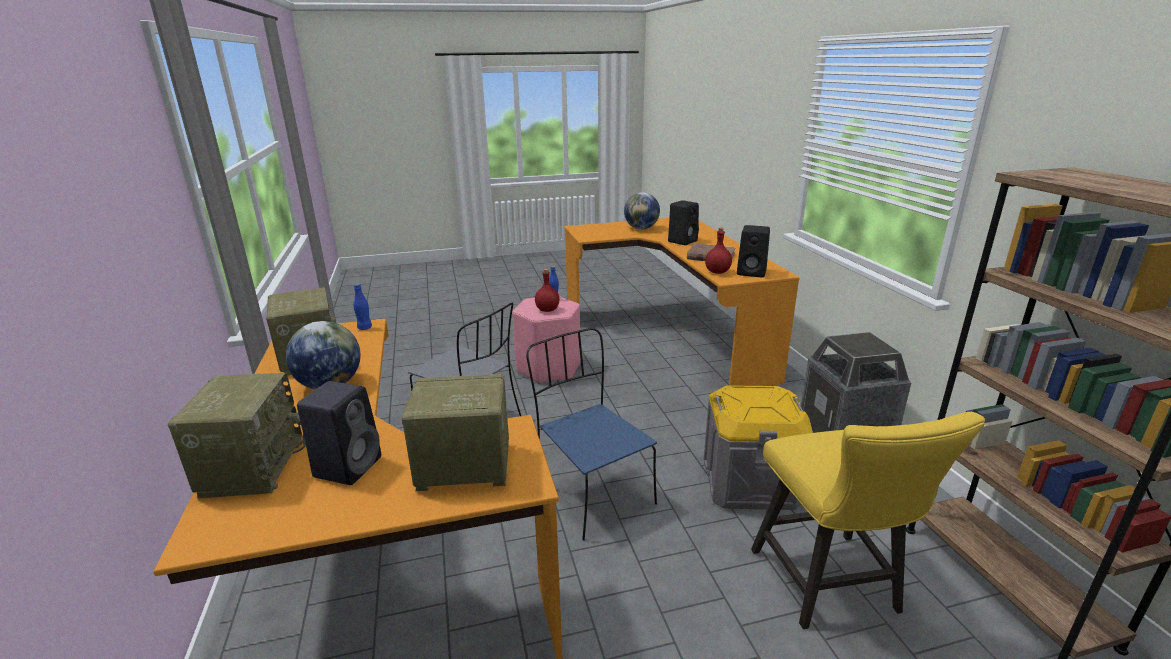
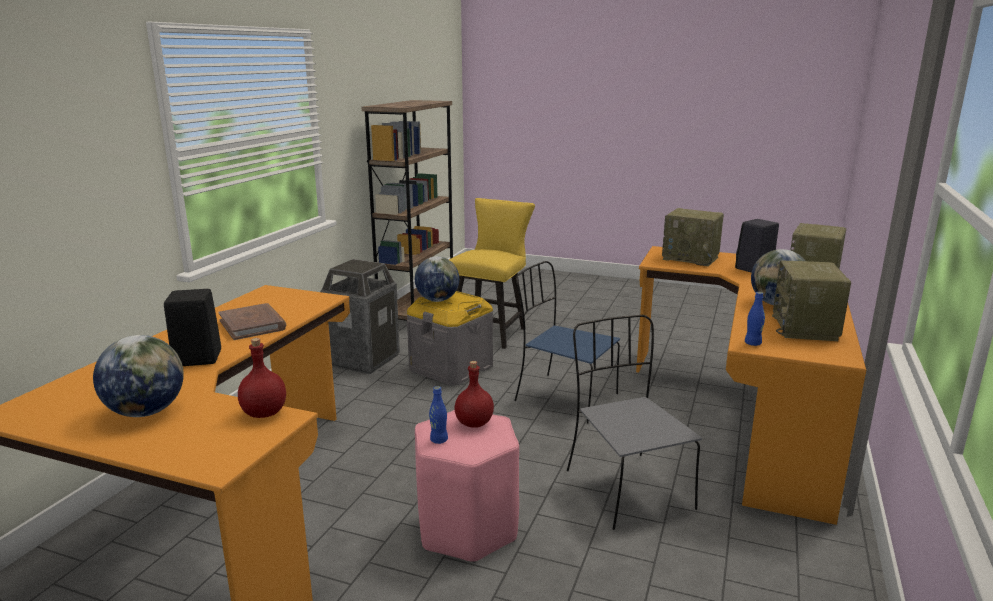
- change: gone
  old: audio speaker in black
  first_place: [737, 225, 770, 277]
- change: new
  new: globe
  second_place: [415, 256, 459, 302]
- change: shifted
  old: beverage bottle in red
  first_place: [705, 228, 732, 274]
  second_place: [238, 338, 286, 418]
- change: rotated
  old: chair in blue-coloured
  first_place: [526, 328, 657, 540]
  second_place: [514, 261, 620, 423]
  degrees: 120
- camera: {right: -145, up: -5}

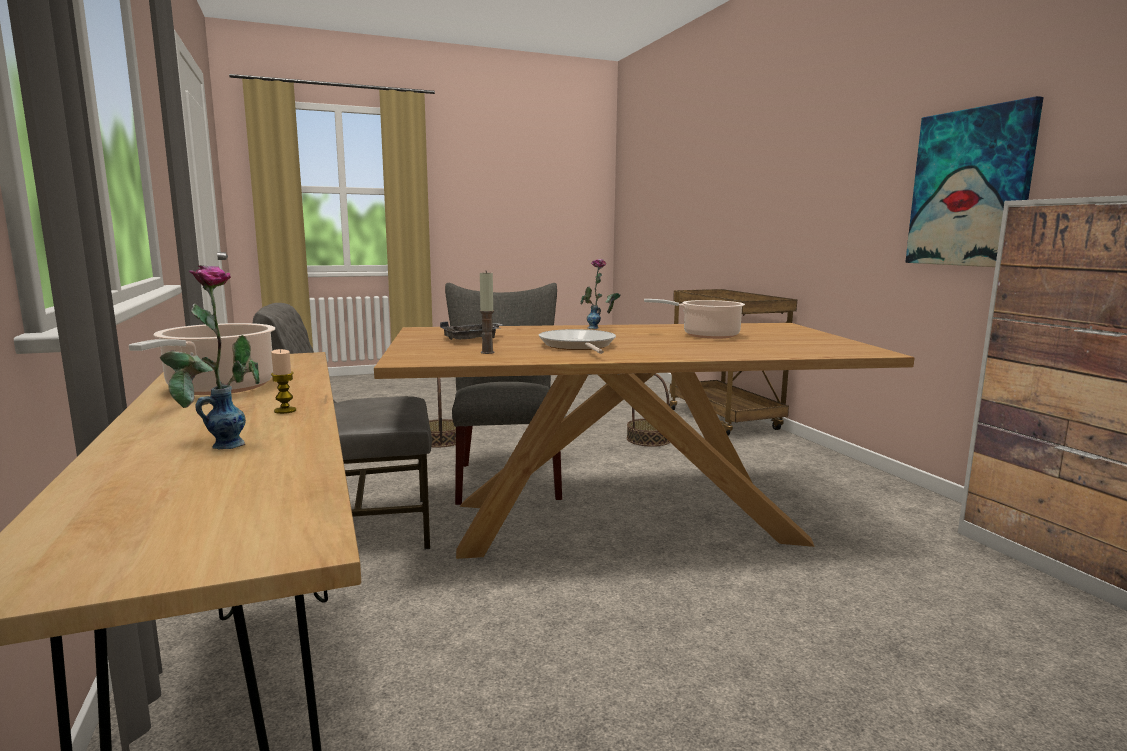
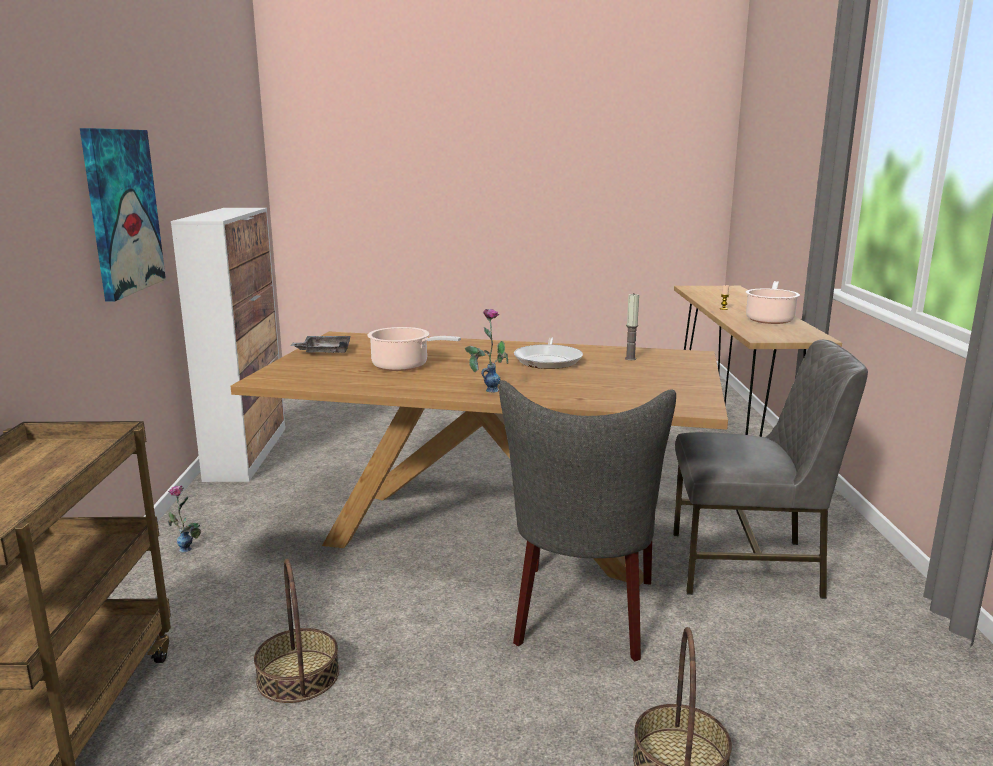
- change: shifted
  old: flower vase
  first_place: [160, 265, 260, 450]
  second_place: [168, 485, 201, 552]
- change: shifted
  old: tray in grey
  first_place: [440, 322, 502, 340]
  second_place: [291, 336, 351, 353]
- camera: {right: -160, up: 5}

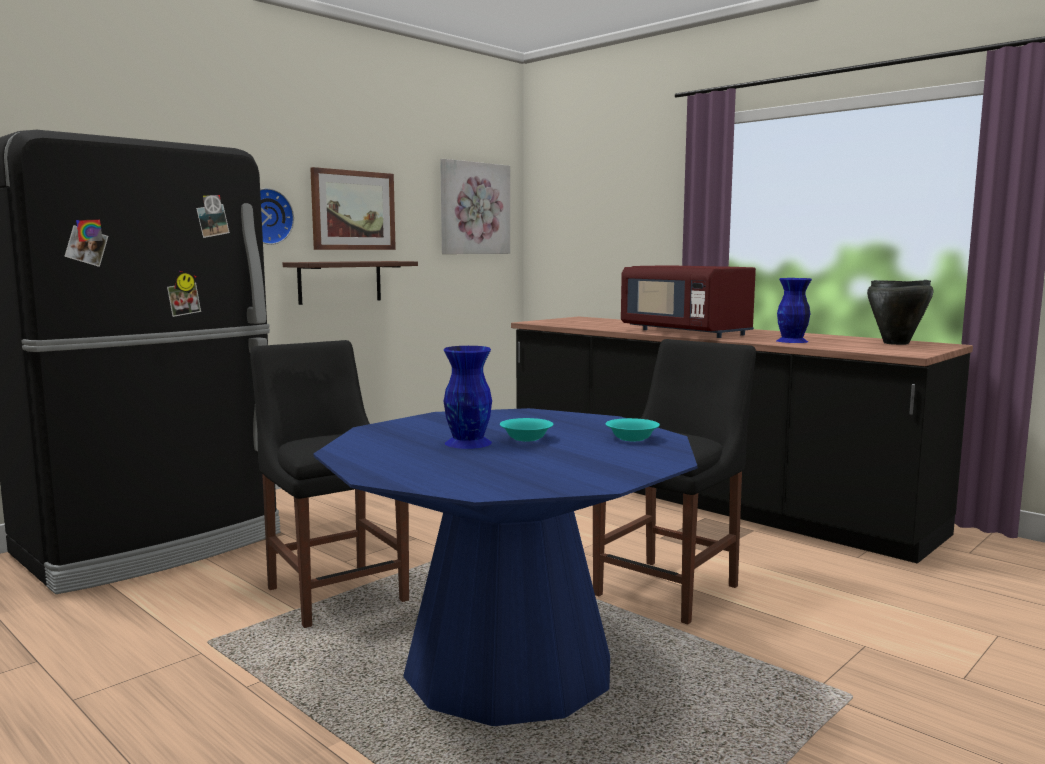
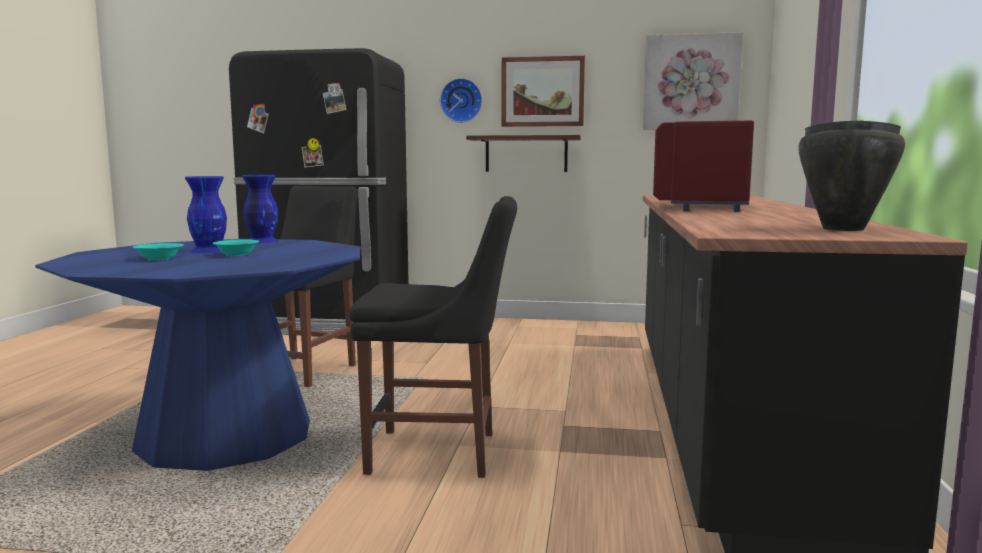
- change: shifted
  old: serving bowl in blue-green
  first_place: [606, 418, 660, 441]
  second_place: [133, 243, 184, 260]
- change: shifted
  old: flower vase in blue-coloured
  first_place: [776, 278, 812, 343]
  second_place: [242, 175, 279, 243]
- camera: {right: 55, up: 0}

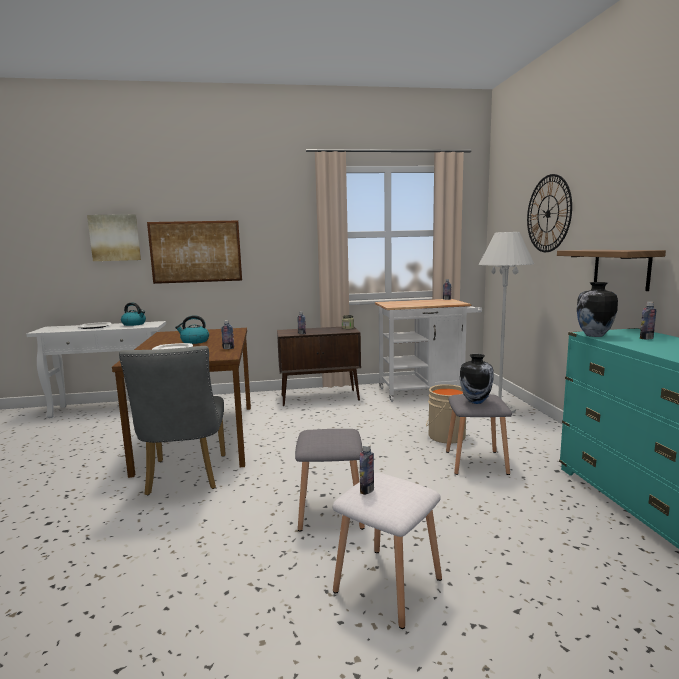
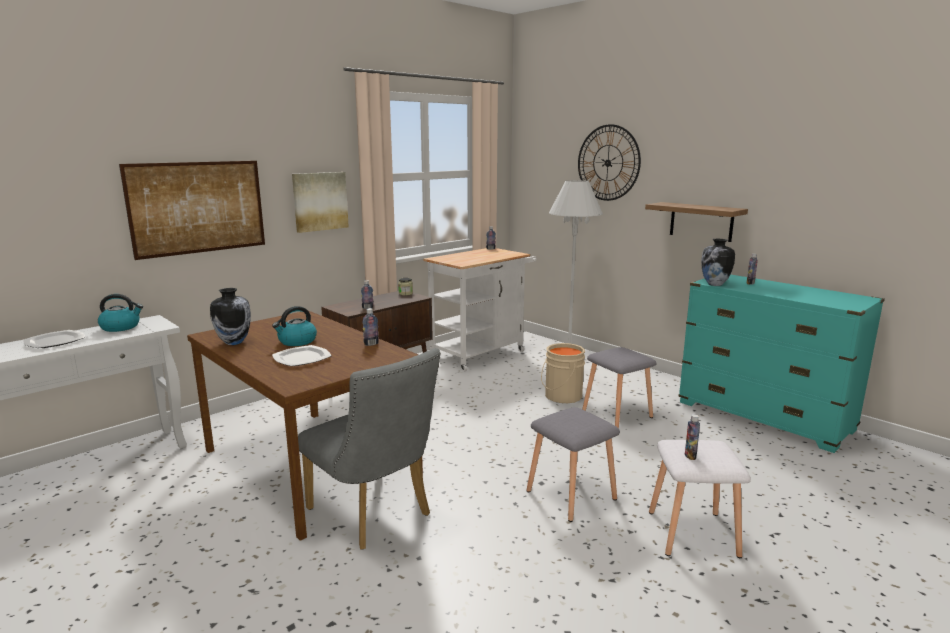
- change: shifted
  old: wall picture
  first_place: [87, 214, 141, 261]
  second_place: [292, 172, 349, 233]
- change: shifted
  old: flower vase
  first_place: [460, 354, 493, 404]
  second_place: [210, 288, 251, 345]
- camera: {right: -35, up: 5}

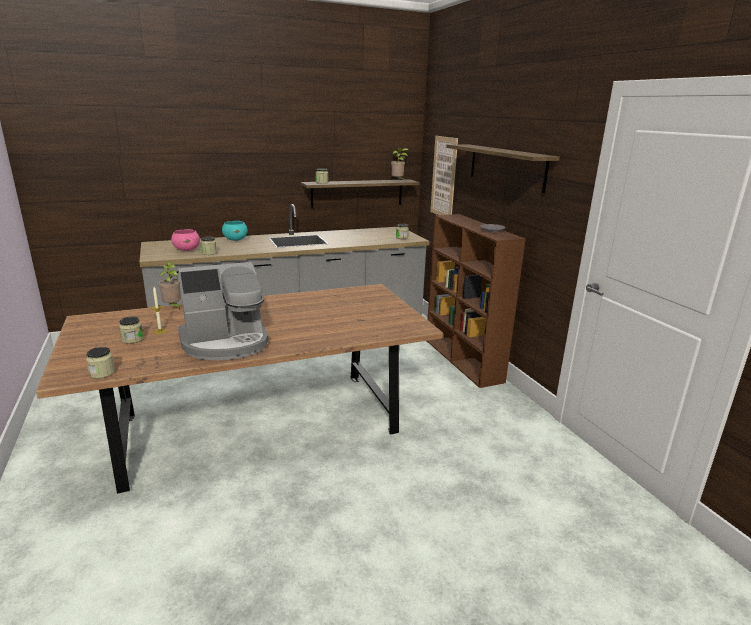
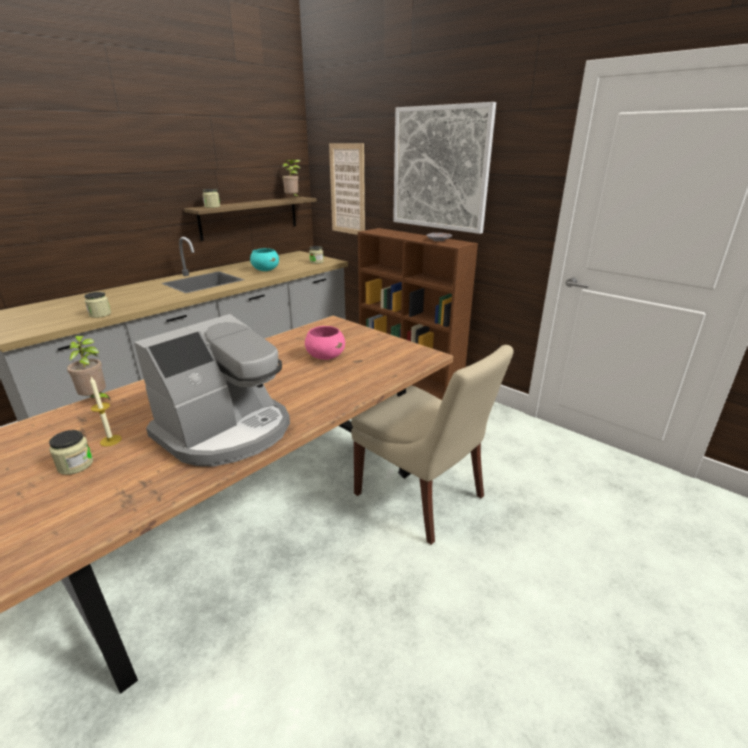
- change: gone
  old: preserve jar
  first_place: [86, 347, 115, 378]
- change: new
  new: chair in beige-coloured
  second_place: [351, 345, 514, 545]
- change: shifted
  old: serving bowl in pink
  first_place: [171, 229, 200, 251]
  second_place: [305, 326, 345, 360]
- change: shifted
  old: serving bowl in blue-green
  first_place: [222, 221, 248, 241]
  second_place: [250, 248, 279, 271]
- change: swapped
  old: bracket shelf
  new: wall picture
  first_place: [446, 144, 560, 193]
  second_place: [393, 102, 496, 234]
- camera: {right: -25, up: 5}

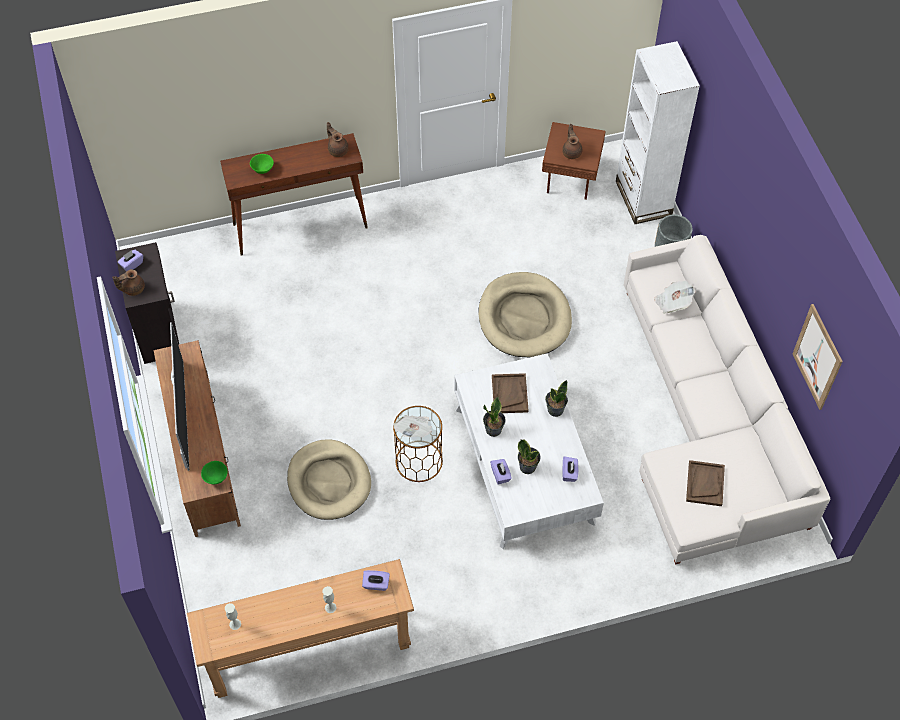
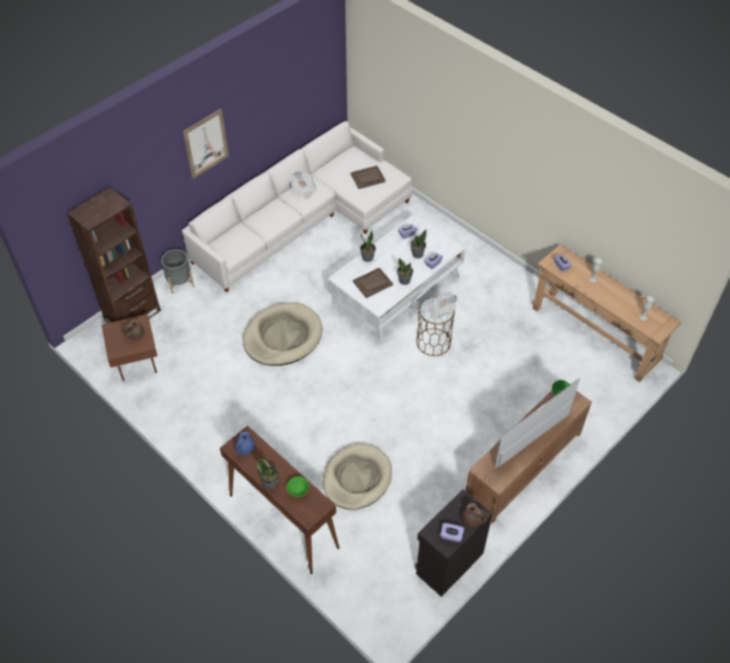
- change: new
  new: plant in a pot
  second_place: [257, 459, 279, 490]
- change: shifted
  old: pet bed in beige-coloured
  first_place: [287, 439, 371, 520]
  second_place: [323, 443, 392, 510]
- change: shifted
  old: newspaper
  first_place: [654, 281, 696, 314]
  second_place: [290, 171, 317, 199]
- change: shifted
  old: wall picture
  first_place: [793, 304, 843, 410]
  second_place: [183, 109, 229, 179]
- change: repainted
  old: pot for tea in brown-coloured
  new: pot for tea in blue-coloured
  first_place: [327, 122, 349, 157]
  second_place: [235, 431, 255, 455]
- change: repainted
  old: bookshelf in white-coloured
  new: bookshelf in brown-coloured
  first_place: [616, 41, 700, 224]
  second_place: [67, 187, 161, 323]
- camera: {right: -120, up: -5}

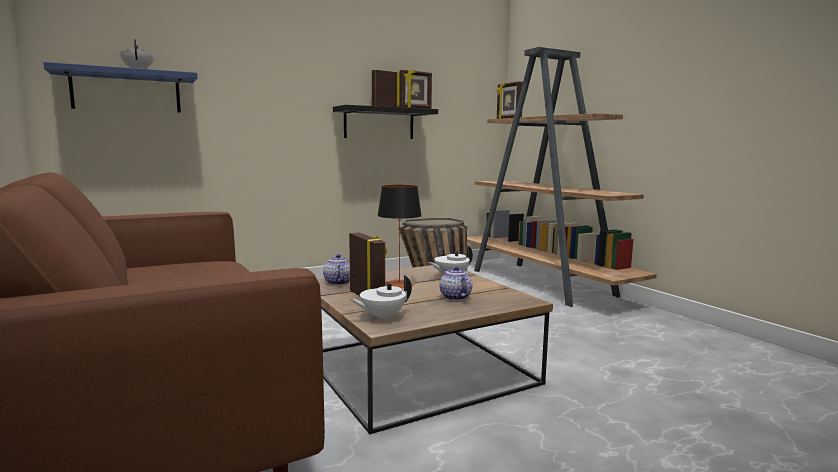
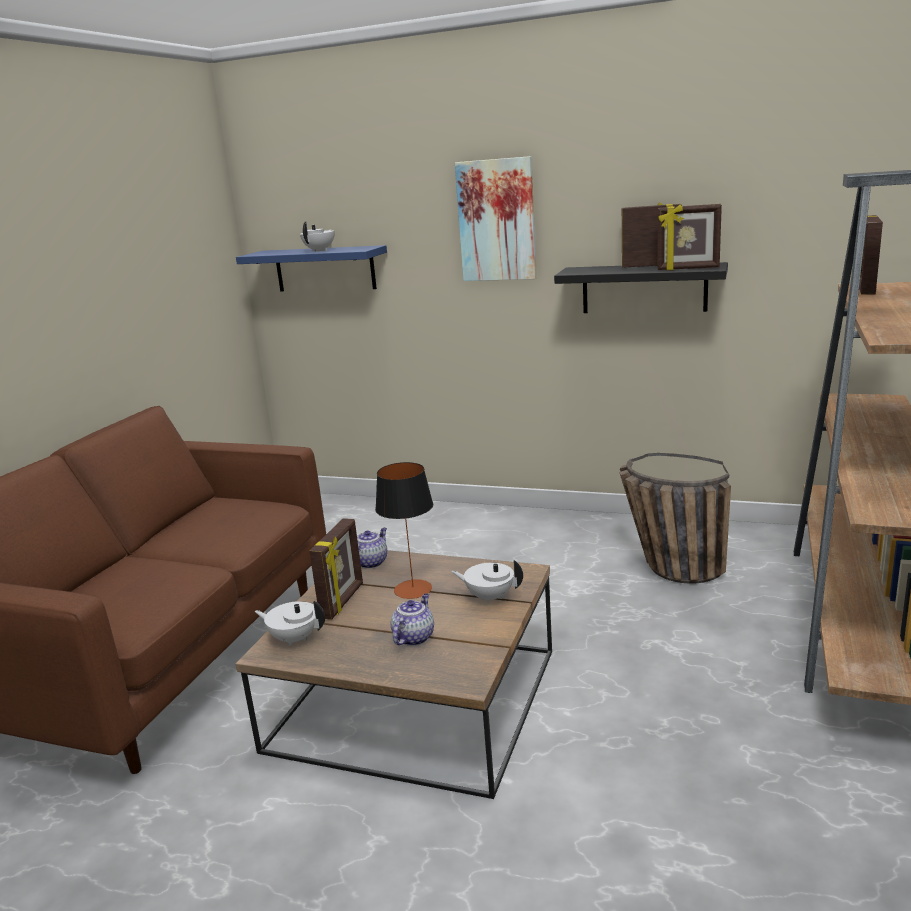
- change: new
  new: wall picture
  second_place: [455, 156, 537, 281]
- camera: {right: 50, up: 10}

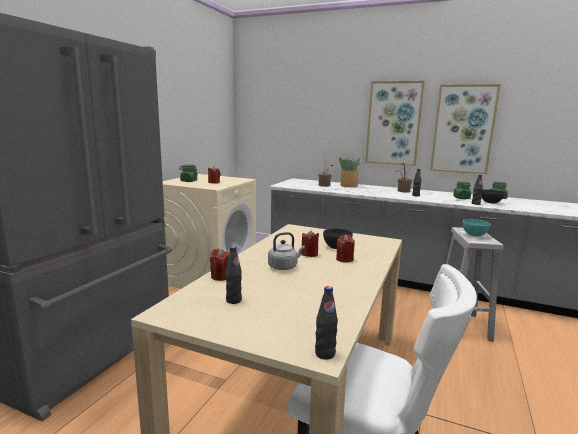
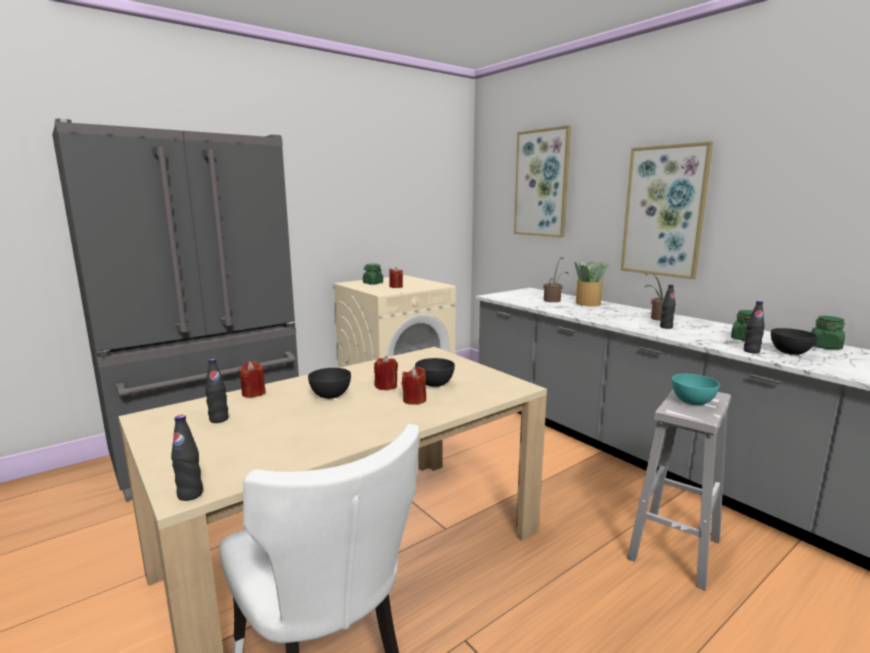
- change: shifted
  old: wall picture
  first_place: [430, 84, 501, 174]
  second_place: [514, 125, 571, 237]
- change: swapped
  old: tea kettle in grey
  new: serving bowl in grey
  first_place: [268, 232, 305, 270]
  second_place: [308, 368, 351, 399]
- camera: {right: 30, up: 0}

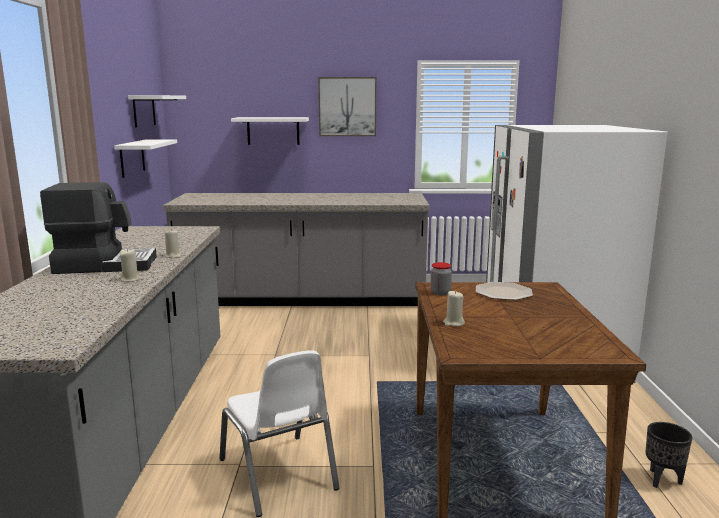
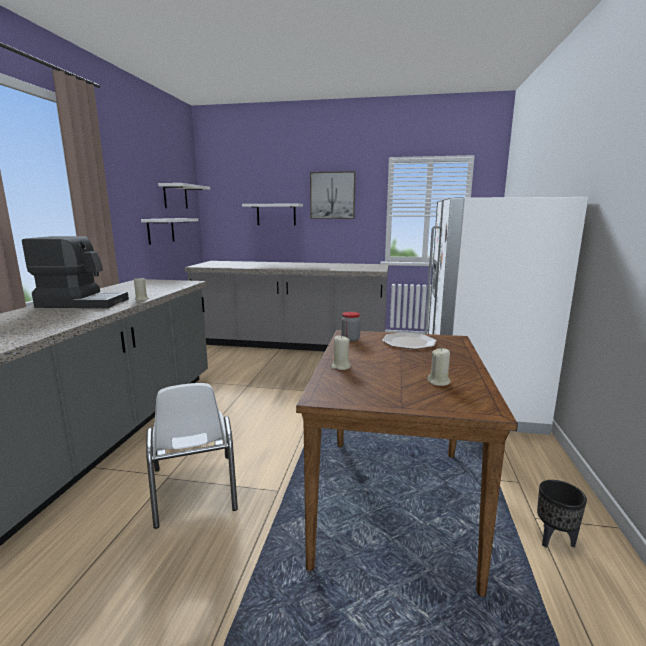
- change: shifted
  old: wax candle in beige-coloured
  first_place: [120, 249, 141, 282]
  second_place: [427, 348, 451, 386]
- camera: {right: 10, up: 0}

